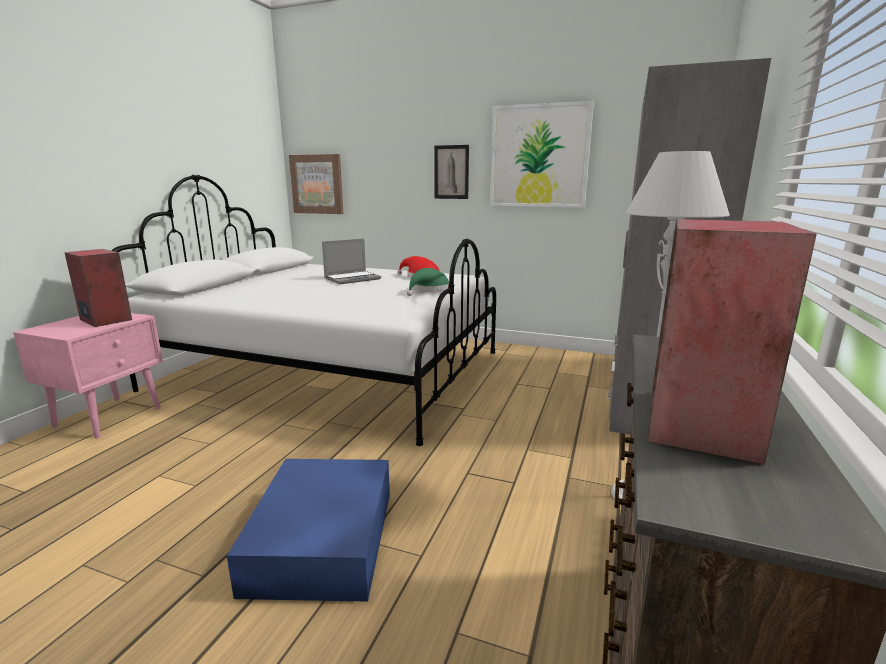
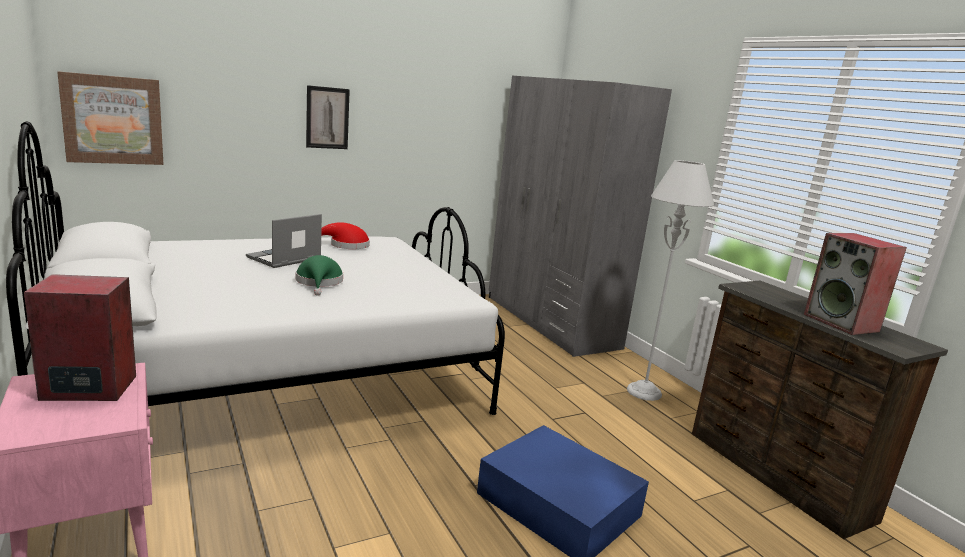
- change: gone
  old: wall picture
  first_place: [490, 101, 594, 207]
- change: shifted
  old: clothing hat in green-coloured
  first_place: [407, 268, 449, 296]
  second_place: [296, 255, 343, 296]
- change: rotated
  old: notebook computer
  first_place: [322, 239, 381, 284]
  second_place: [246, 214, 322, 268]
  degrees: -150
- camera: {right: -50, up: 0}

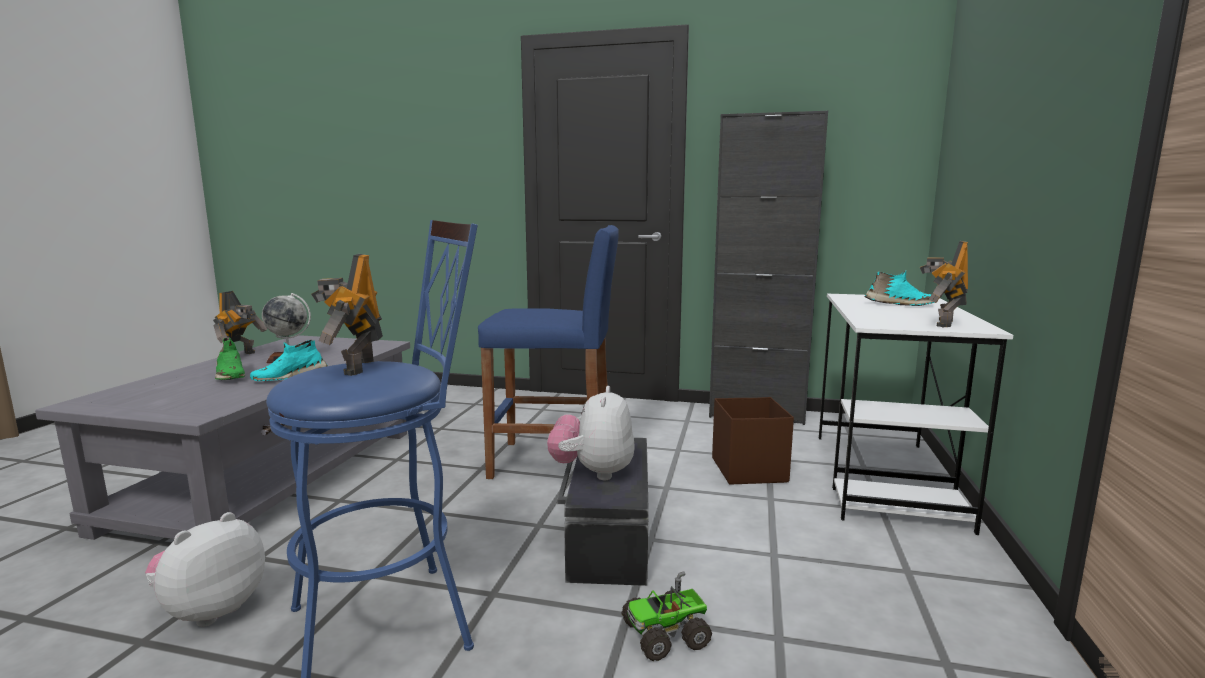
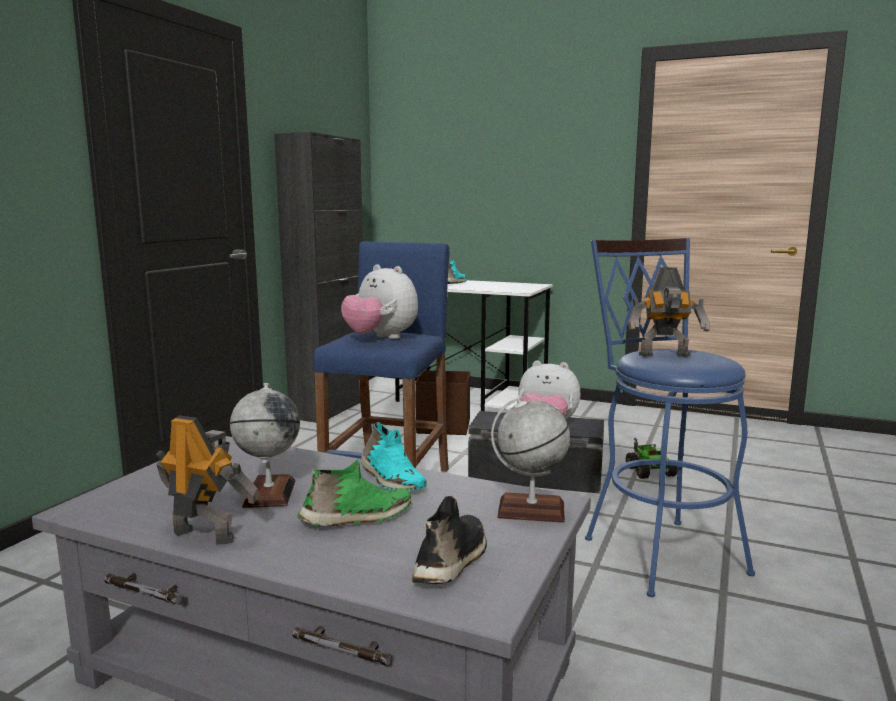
- change: gone
  old: robot figure
  first_place: [920, 241, 968, 328]
- change: new
  new: item of footwear in black
  second_place: [412, 496, 487, 584]
- change: new
  new: globe
  second_place: [491, 397, 570, 523]
- change: shifted
  old: soft toy
  first_place: [145, 512, 265, 627]
  second_place: [341, 264, 418, 339]
- camera: {right: -80, up: 0}

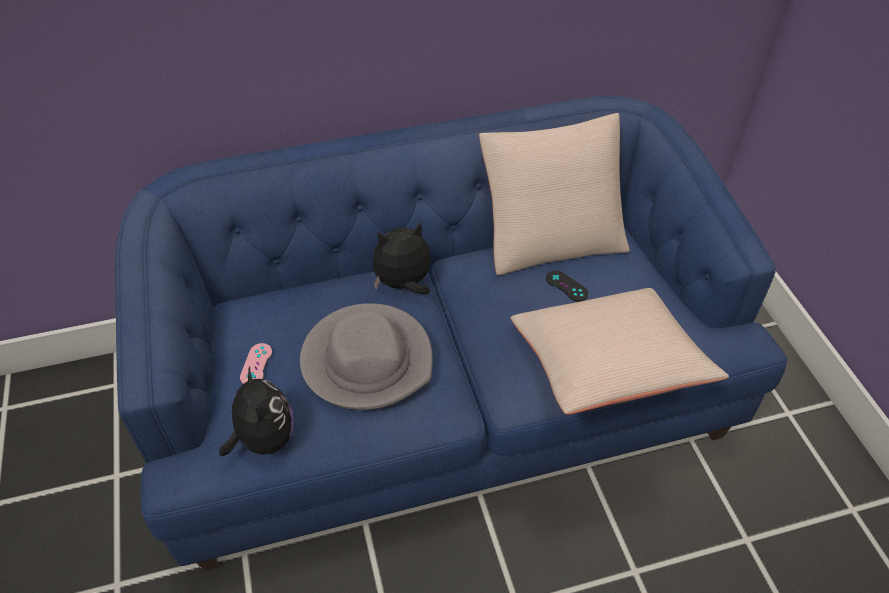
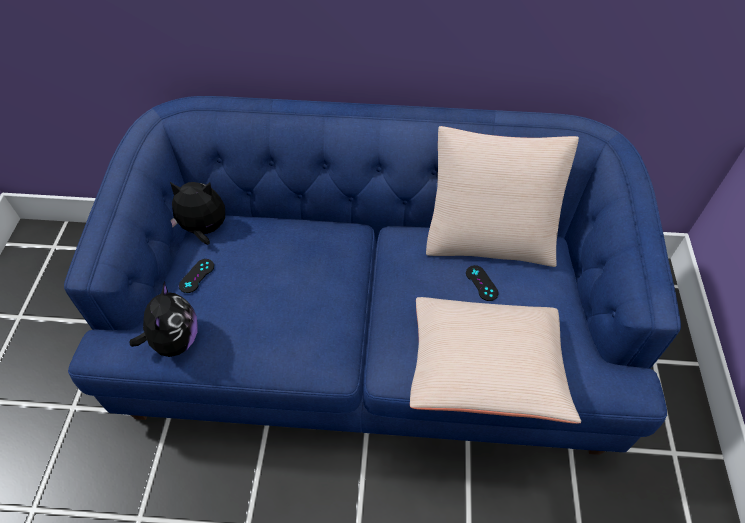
- change: gone
  old: clothing hat in grey
  first_place: [300, 303, 433, 410]
- change: shifted
  old: soft toy
  first_place: [373, 222, 431, 295]
  second_place: [170, 182, 225, 245]
- change: repainted
  old: joypad in pink
  new: joypad in black
  first_place: [240, 343, 272, 384]
  second_place: [179, 259, 214, 293]
- camera: {right: 20, up: 5}

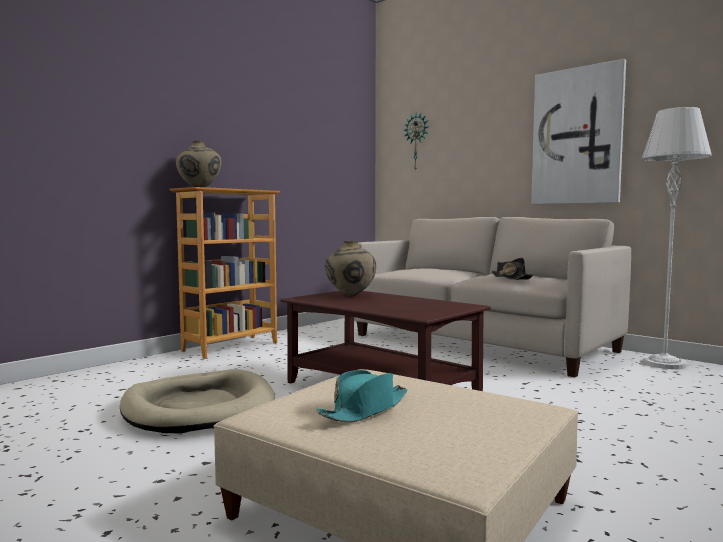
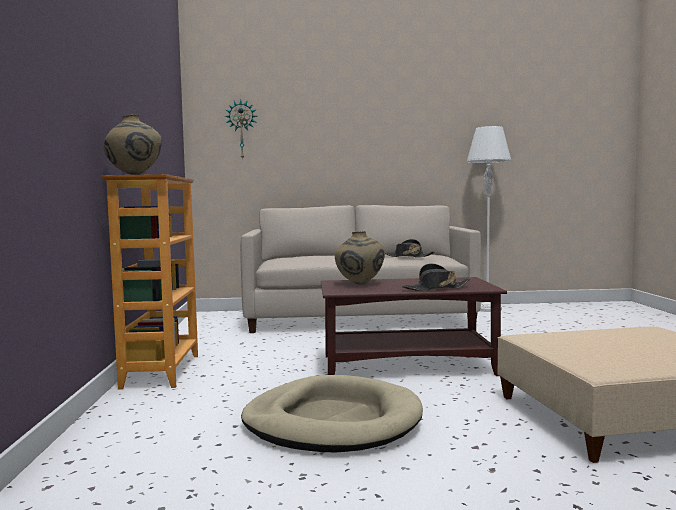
- change: gone
  old: clothing hat in blue-green
  first_place: [316, 370, 407, 422]
- change: gone
  old: wall picture
  first_place: [531, 59, 626, 204]
- change: new
  new: clothing hat in black
  second_place: [402, 263, 470, 291]
- camera: {right: -45, up: 0}

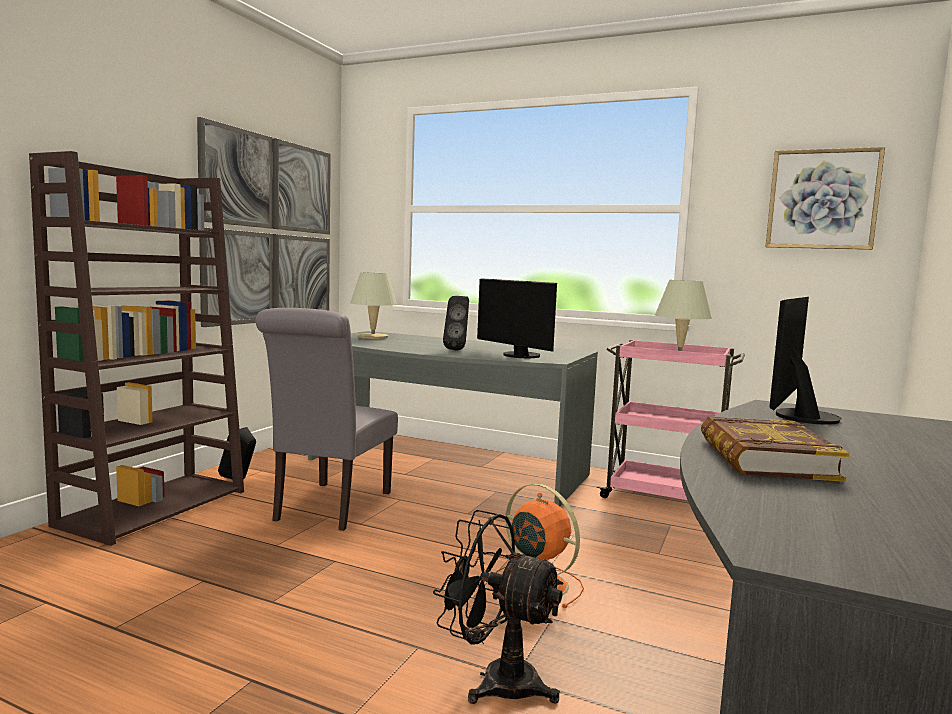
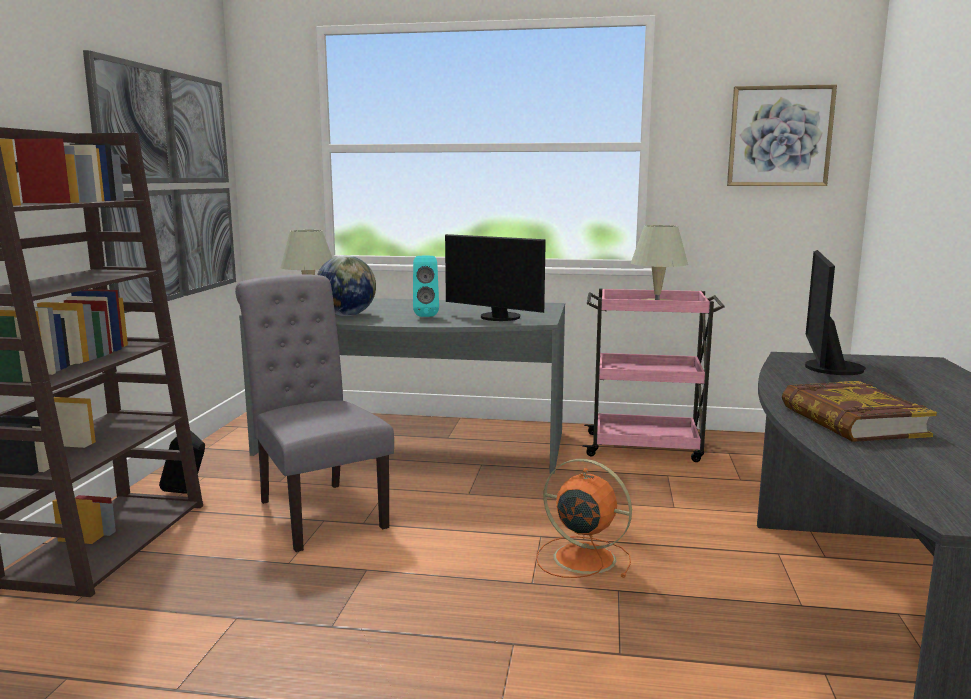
- change: gone
  old: cooling fan in black
  first_place: [433, 510, 564, 704]
- change: new
  new: globe
  second_place: [317, 255, 376, 316]
- change: repainted
  old: audio speaker in black
  new: audio speaker in blue-green
  first_place: [443, 296, 469, 351]
  second_place: [413, 255, 439, 317]
- change: rotated
  old: chair in grey
  first_place: [255, 308, 398, 531]
  second_place: [235, 274, 394, 552]
  degrees: 150
- camera: {right: -15, up: 5}

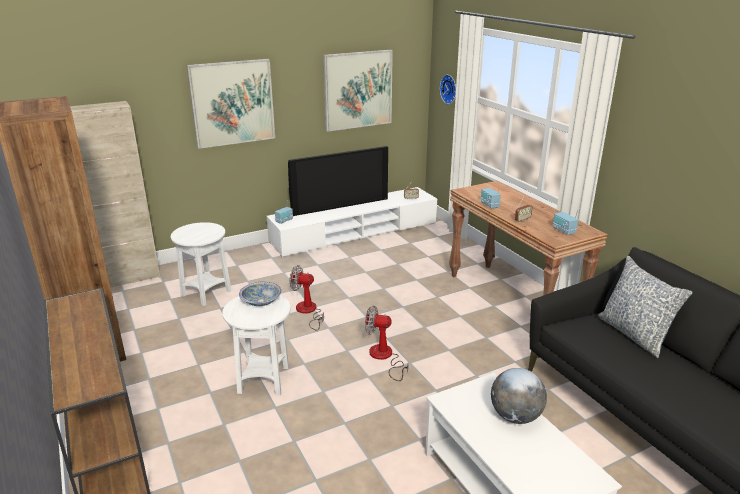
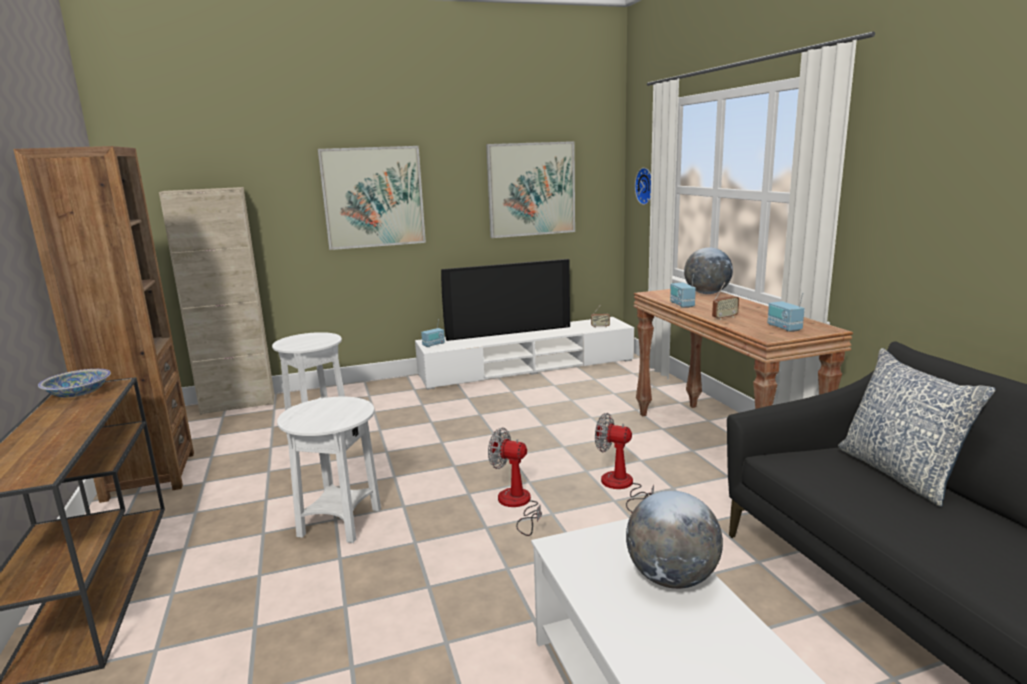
- change: new
  new: globe
  second_place: [684, 247, 733, 294]
- change: shifted
  old: serving bowl
  first_place: [239, 282, 282, 306]
  second_place: [38, 369, 111, 397]
- change: shifted
  old: cooling fan
  first_place: [290, 265, 324, 330]
  second_place: [595, 413, 654, 512]
- camera: {right: 10, up: -10}

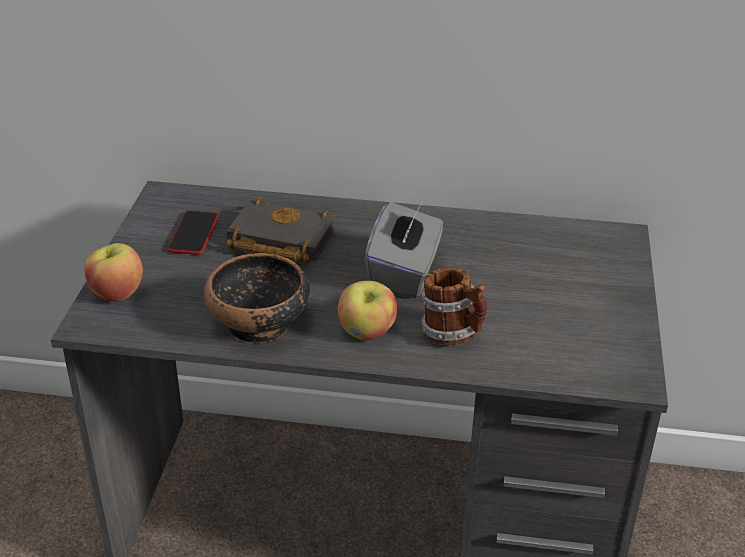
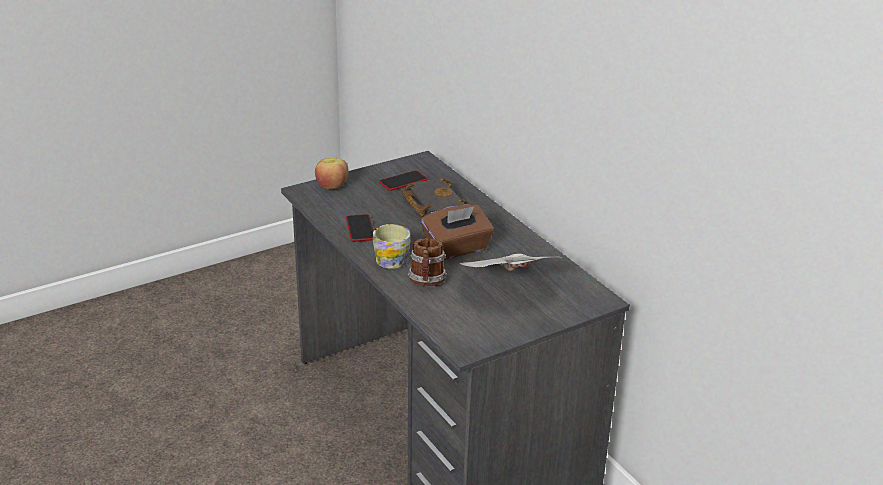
- change: new
  new: newspaper
  second_place: [460, 254, 564, 271]
- change: swapped
  old: serving bowl
  new: handset
  first_place: [204, 253, 310, 343]
  second_place: [346, 214, 374, 242]
- change: swapped
  old: whole apple
  new: tea mug
  first_place: [338, 281, 397, 340]
  second_place: [373, 224, 411, 269]
- change: repainted
  old: box of tissues in grey
  new: box of tissues in brown-coloured
  first_place: [364, 202, 443, 298]
  second_place: [421, 204, 494, 260]
- camera: {right: 50, up: -5}

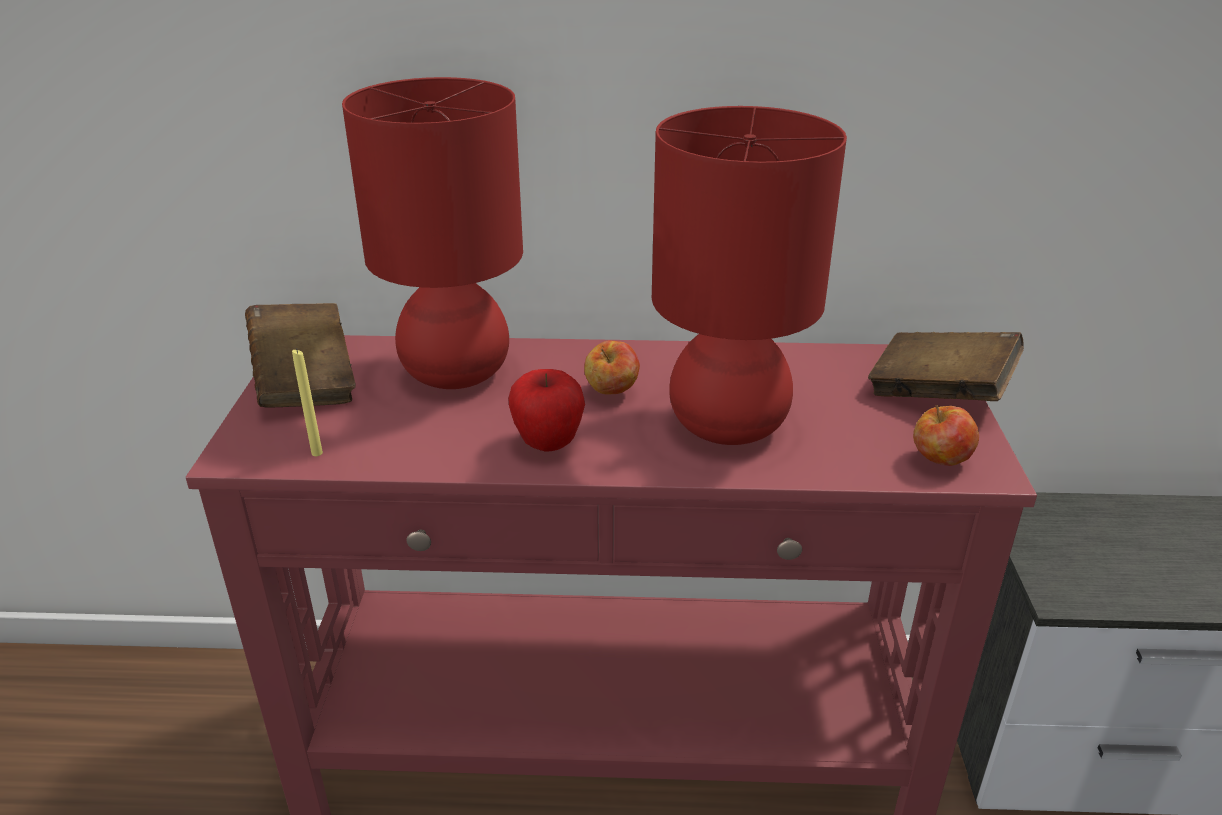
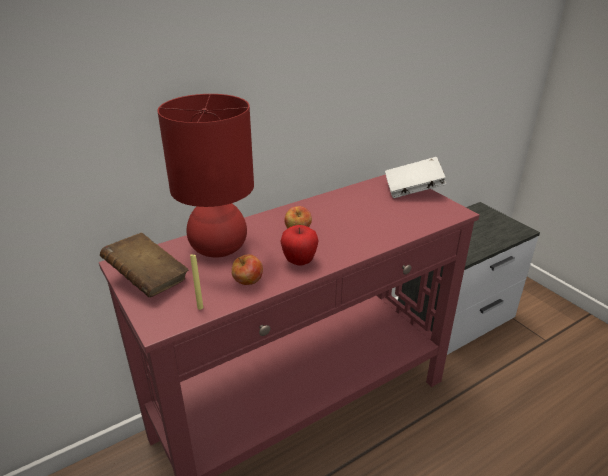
- change: gone
  old: tabletop lamp in red
  first_place: [652, 106, 847, 445]
- change: shifted
  old: whole apple
  first_place: [913, 405, 979, 466]
  second_place: [232, 254, 263, 285]
- change: repainted
  old: bound book in brown-coloured
  new: bound book in white-coloured
  first_place: [868, 332, 1024, 401]
  second_place: [385, 157, 446, 198]
- camera: {right: -35, up: 0}

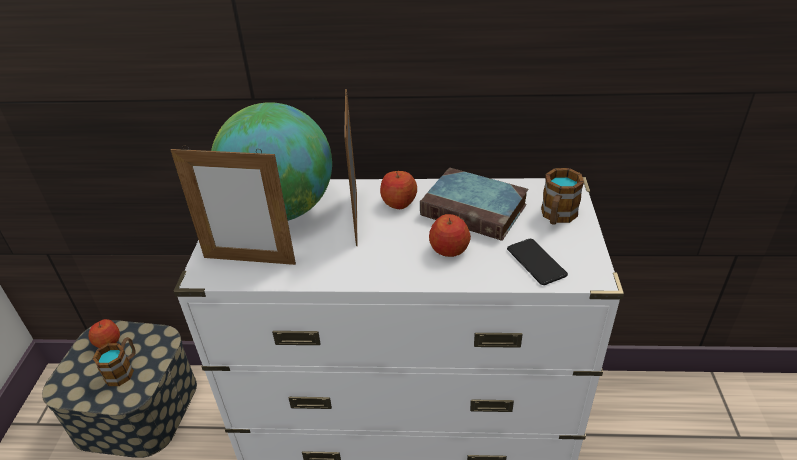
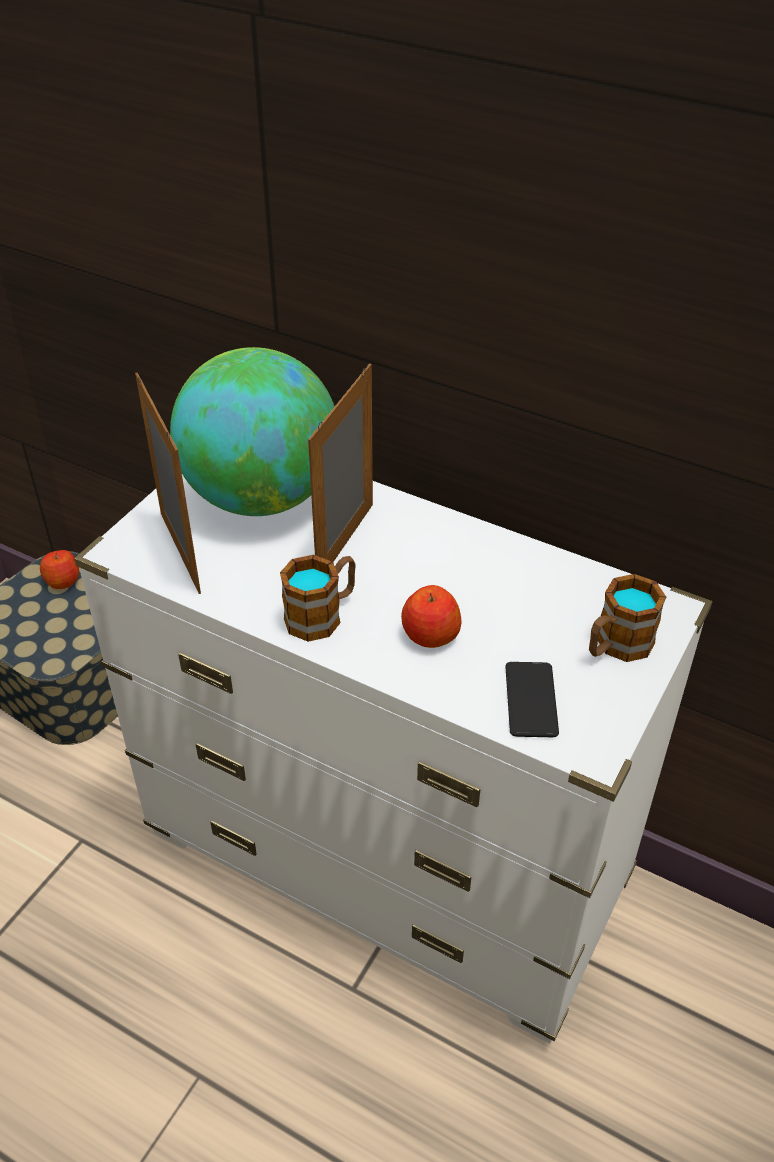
- change: gone
  old: whole apple
  first_place: [380, 171, 417, 209]
- change: gone
  old: bound book
  first_place: [420, 168, 528, 241]
- change: shifted
  old: tea mug
  first_place: [92, 337, 135, 386]
  second_place: [280, 555, 356, 642]
- change: rotated
  old: standing frame
  first_place: [171, 145, 296, 265]
  second_place: [135, 373, 201, 594]
  degrees: -150
- camera: {right: 25, up: 5}

